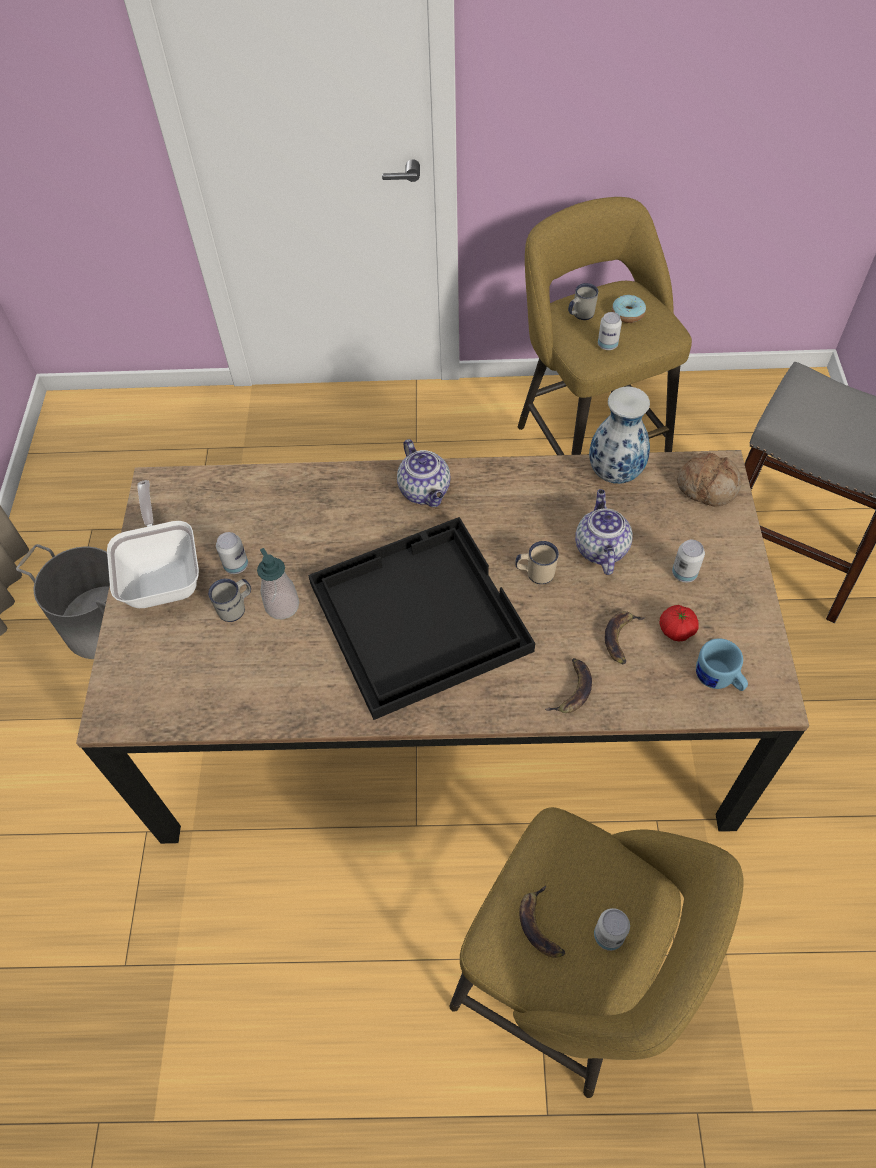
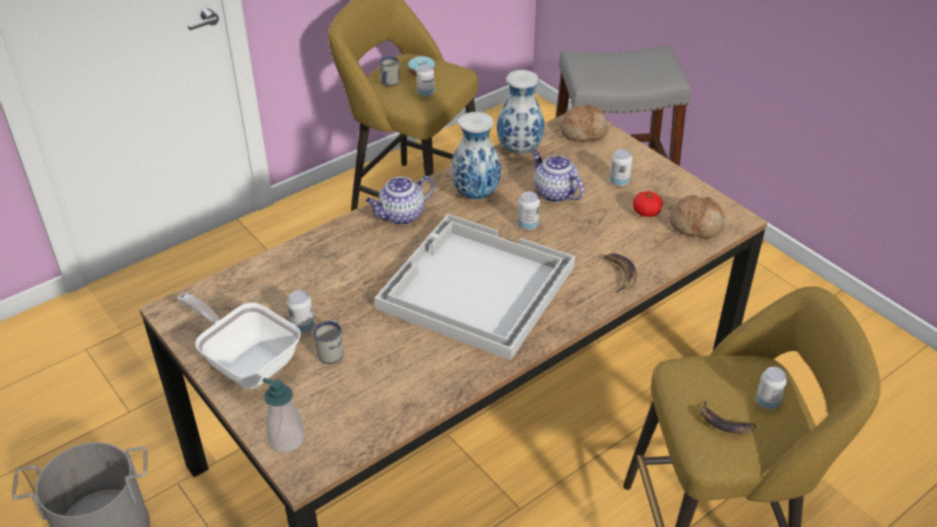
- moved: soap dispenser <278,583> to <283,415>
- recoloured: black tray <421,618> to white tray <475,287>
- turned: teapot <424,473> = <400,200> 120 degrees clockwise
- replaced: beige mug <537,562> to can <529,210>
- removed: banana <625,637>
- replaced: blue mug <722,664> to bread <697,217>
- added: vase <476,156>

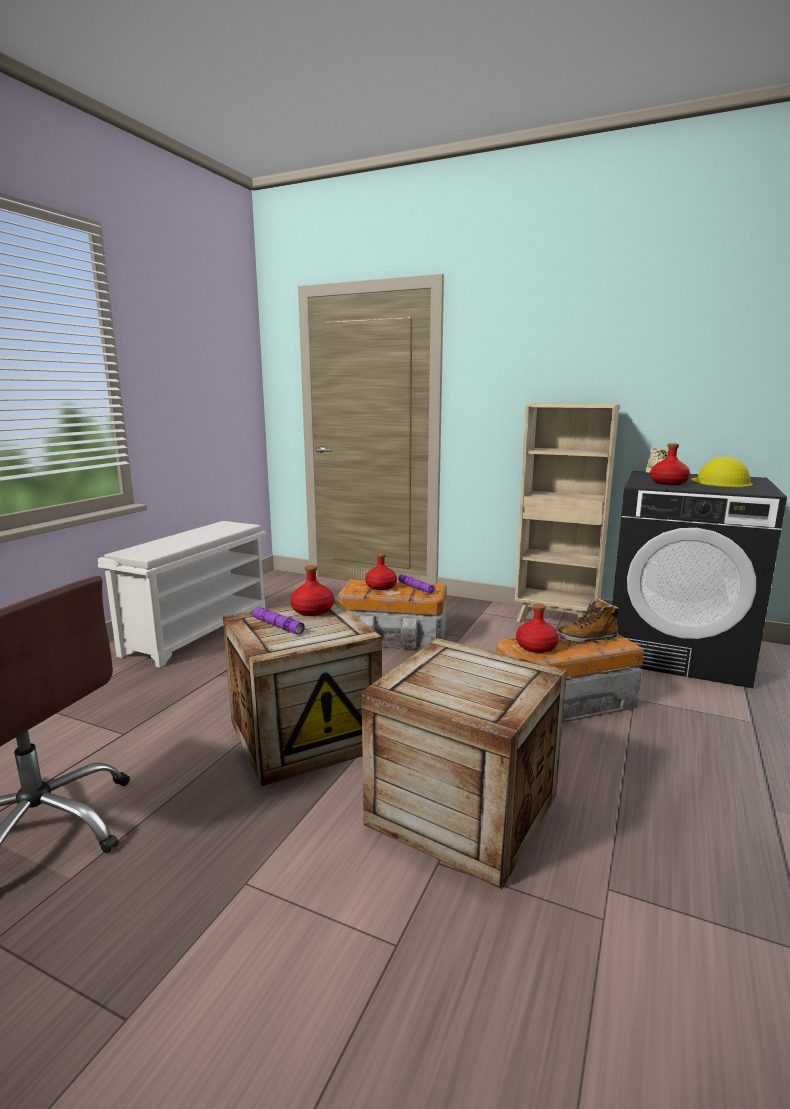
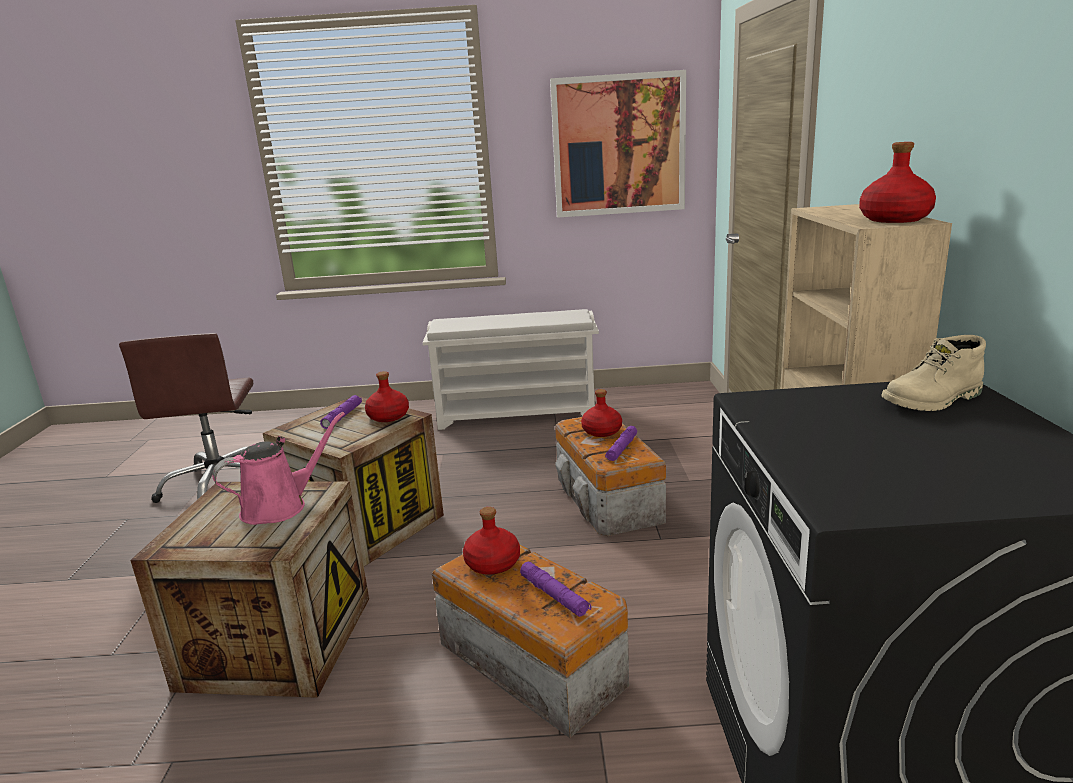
- replaced: boot <588,620> to purple flashlight <555,589>
- moved: red bottle <670,464> to <897,182>
- removed: yellow hard hat <722,472>
- added: pink watering can <278,468>
- added: picture <618,144>

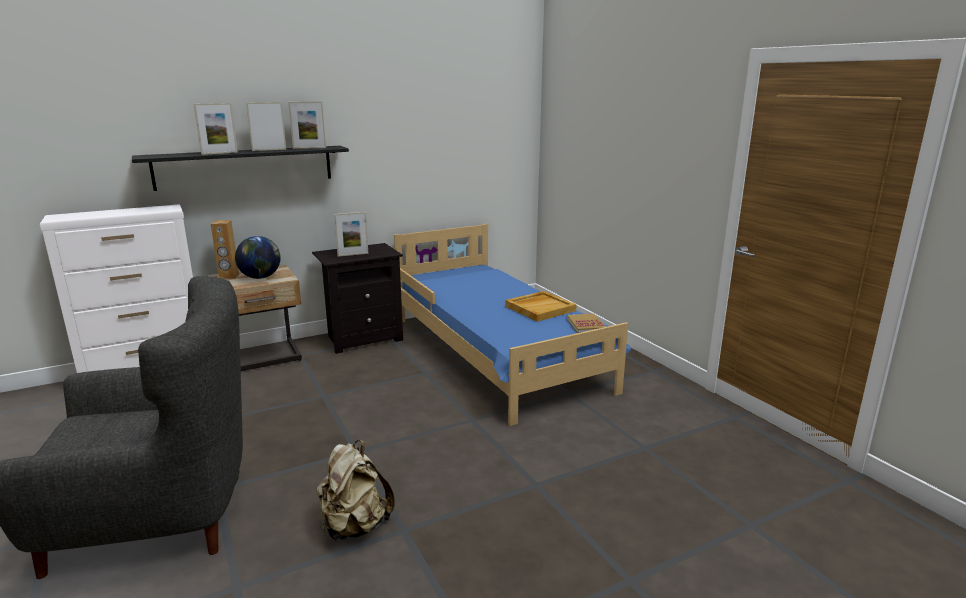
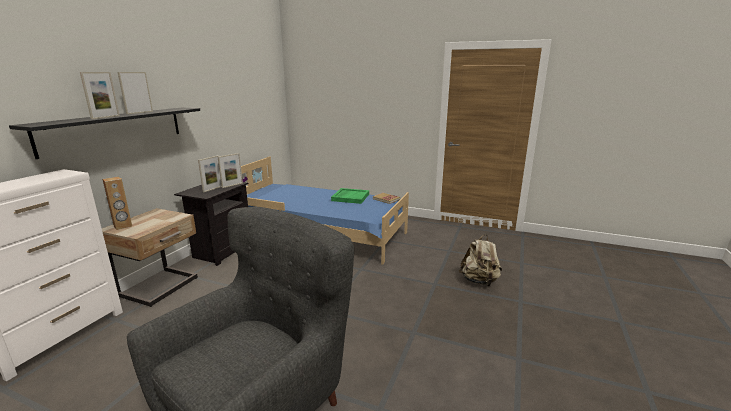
- removed: globe <257,257>
- moved: picture frame <307,125> to <230,170>
- moved: beige backpack <355,490> to <480,260>
- recoloured: beige tray <541,306> to green tray <350,196>

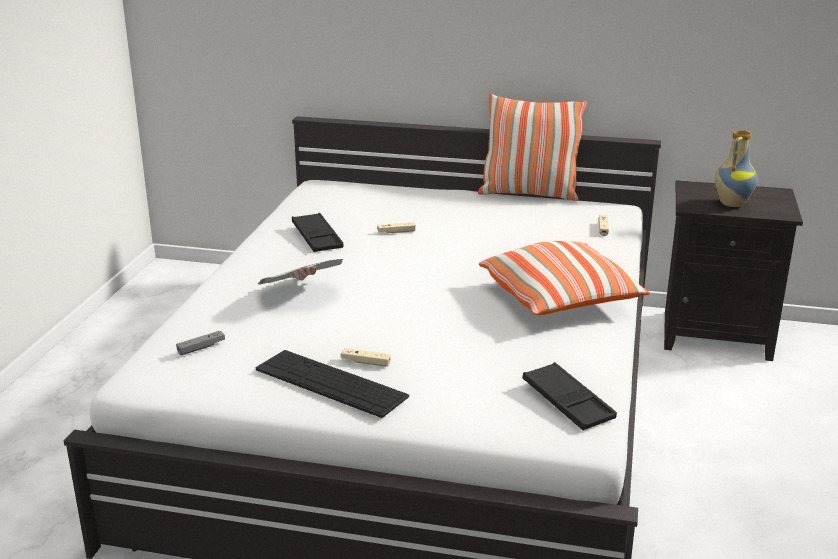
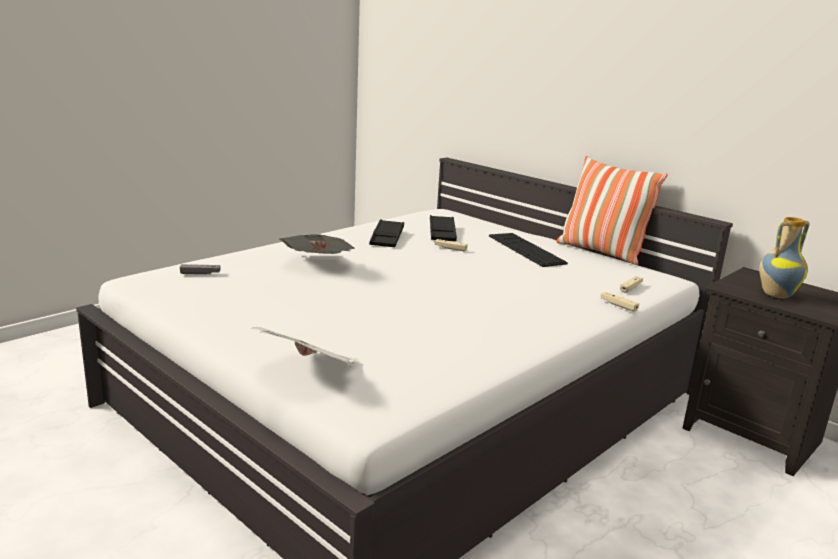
- moved: keyboard <332,384> to <528,250>
- moved: beige game controller <366,357> to <619,302>
- removed: pillow <564,278>
- moved: black tray <570,396> to <443,228>
- added: newspaper <304,345>

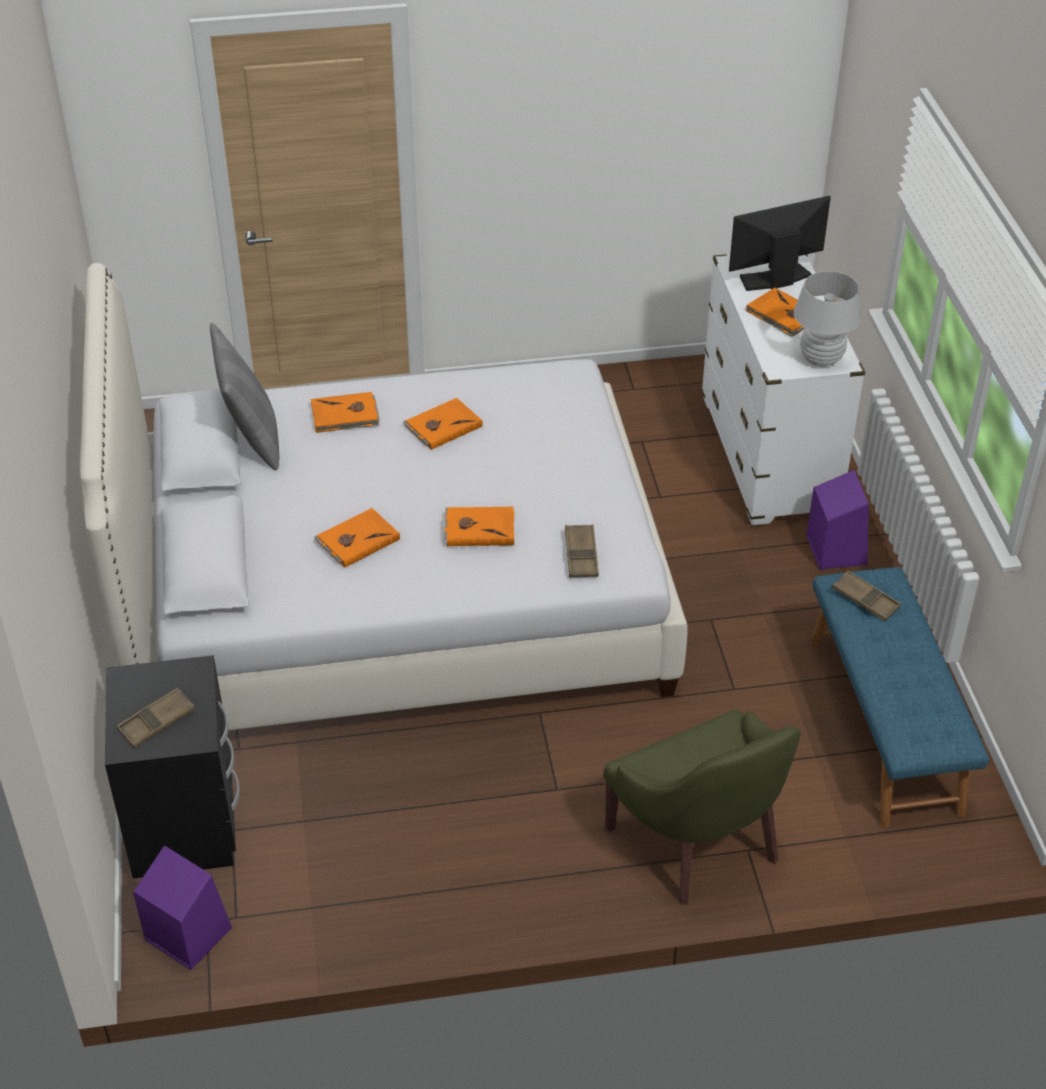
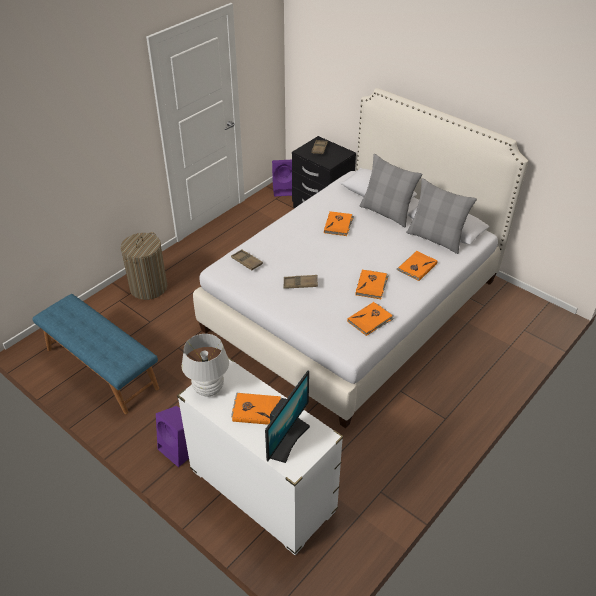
- moved: orange book <479,526> to <370,319>
- replaced: green armchair <702,807> to laundry basket <143,266>
- moved: brown tray <866,595> to <300,282>
- added: grey pillow <391,190>

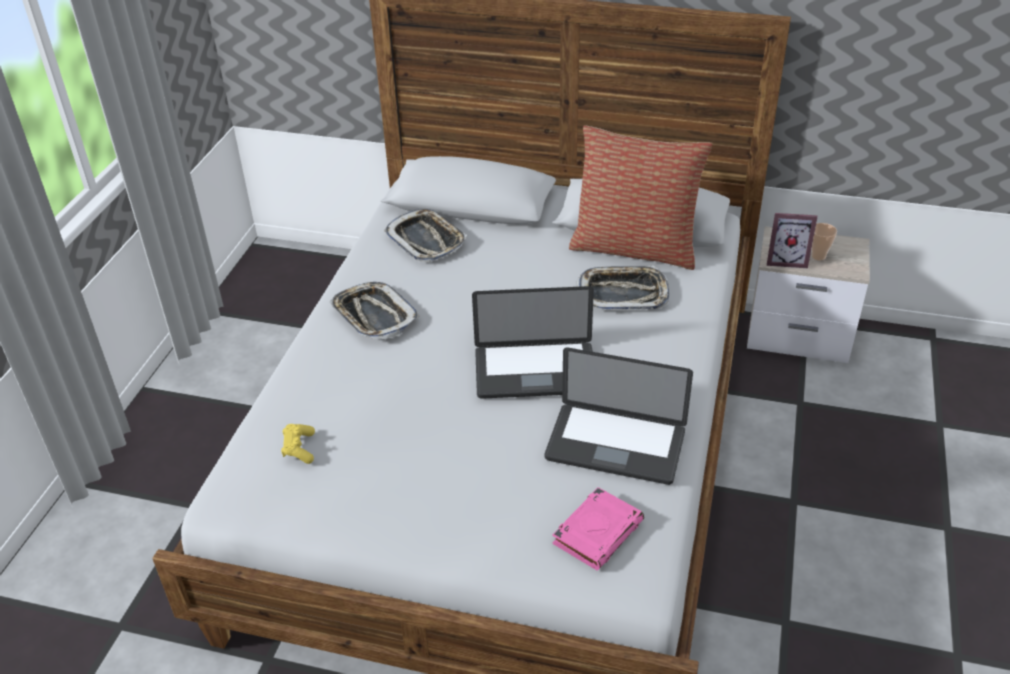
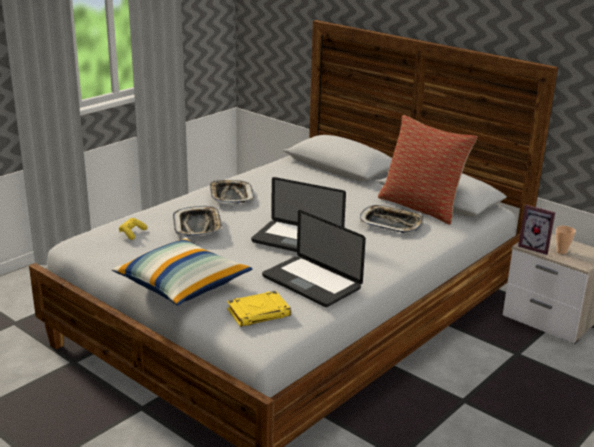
- moved: tray <425,235> to <198,221>
- recoloured: pink book <598,528> to yellow book <259,309>
- added: pillow <182,272>

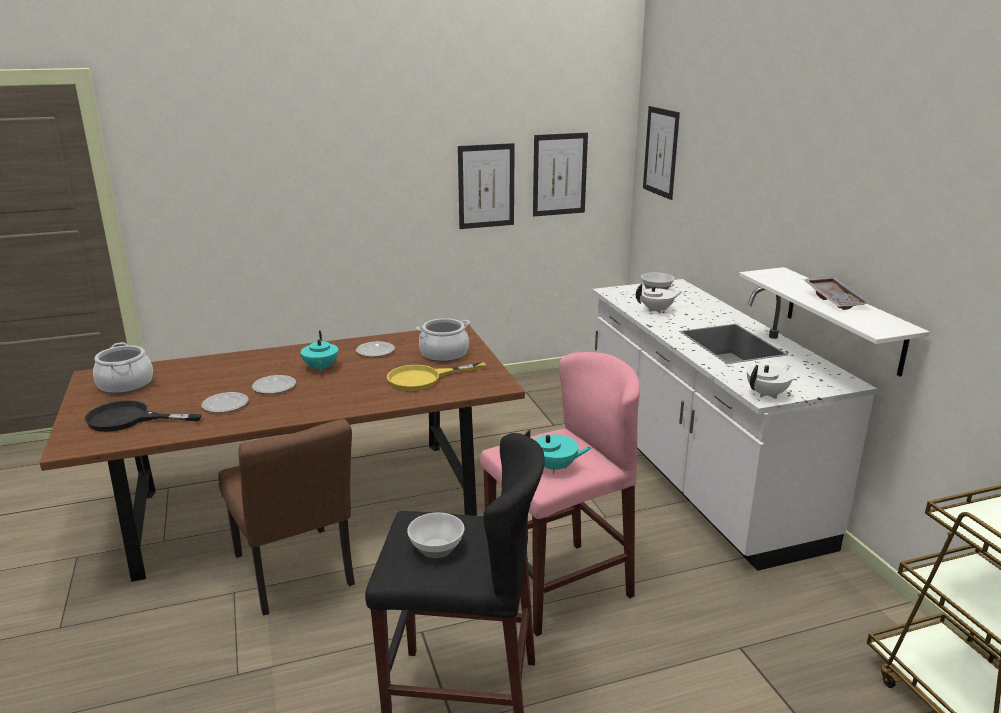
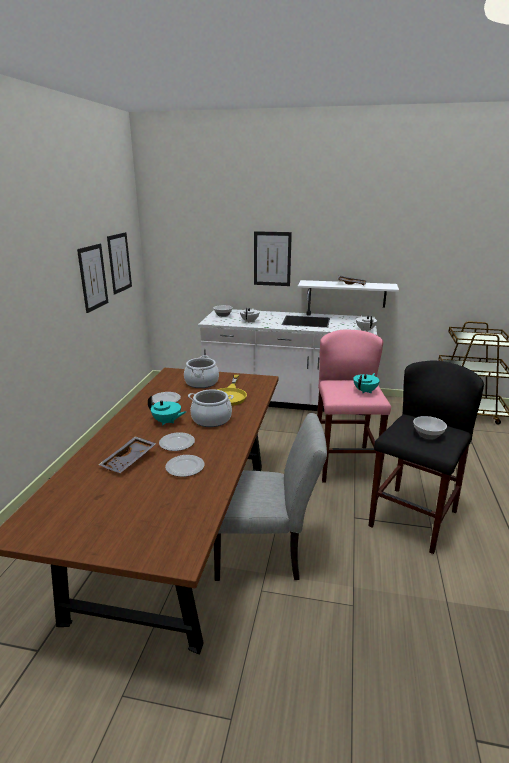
- removed: black frying pan <143,416>
- moved: cooking pot <123,368> to <211,408>
- recoloured: brown chair <286,517> to grey chair <270,497>
- moved: picture <661,153> to <273,258>
- added: grey tray <127,454>

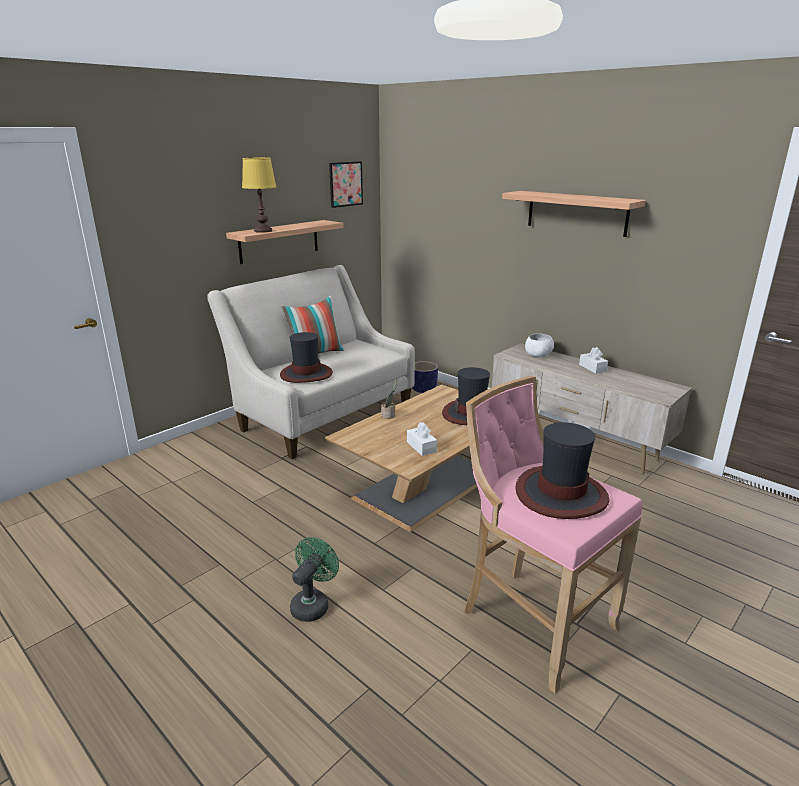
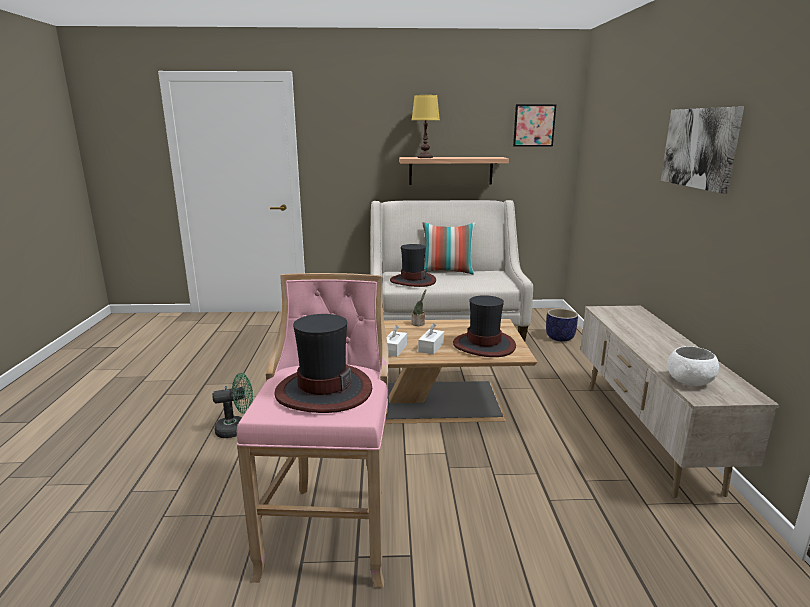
- replaced: shelf <574,214> to picture <702,150>
- moved: white bowl <539,346> to <693,366>
- moved: white tissue box <593,360> to <431,339>

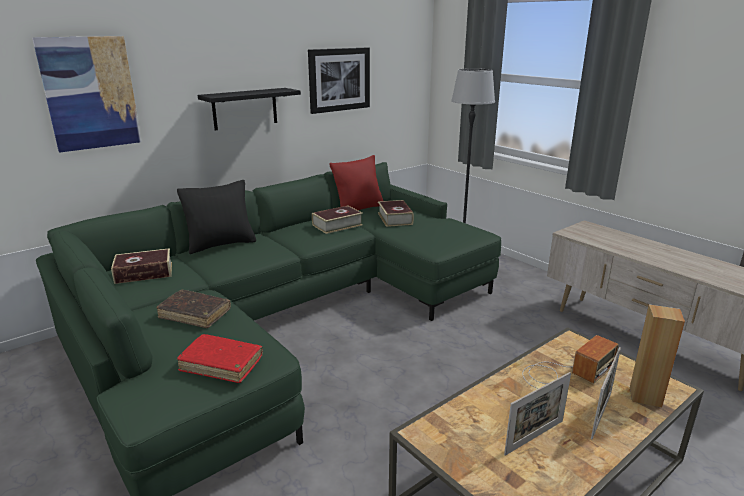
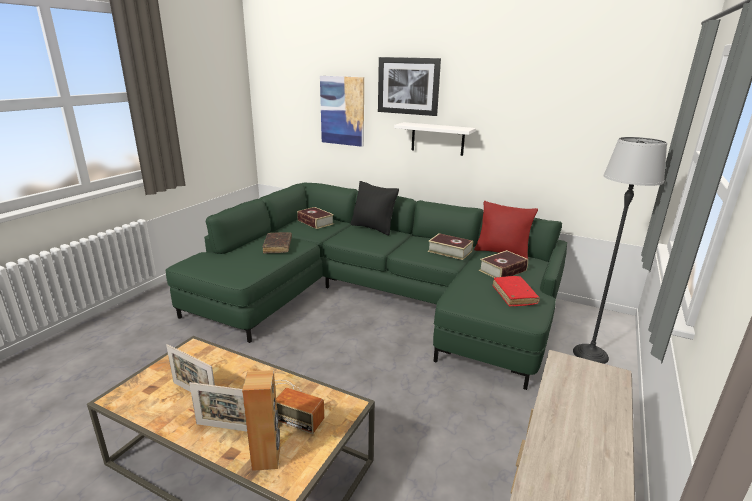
- moved: red book <220,358> to <516,291>
- recoloured: black shelf <249,109> to white shelf <435,139>
- moved: picture <339,80> to <409,86>

